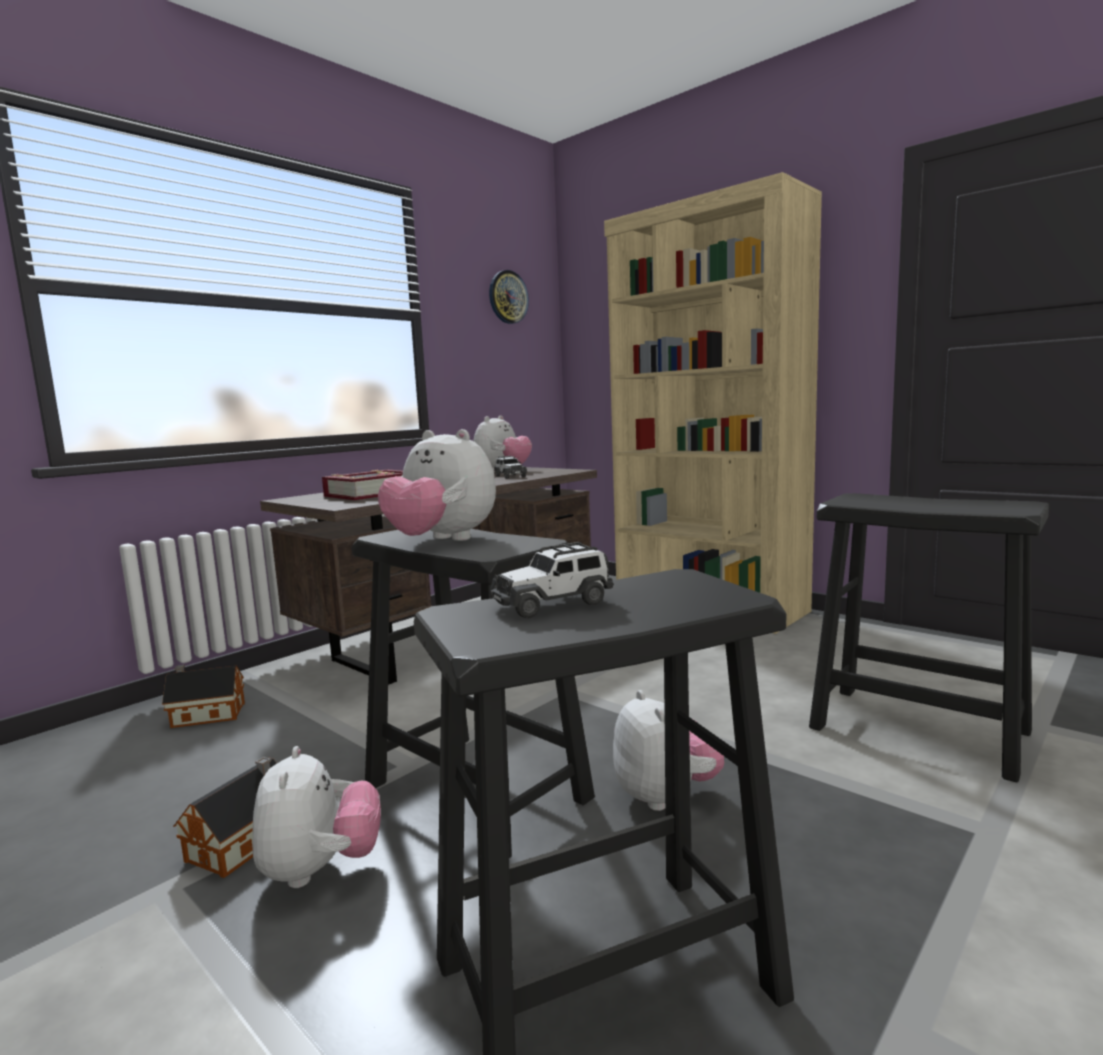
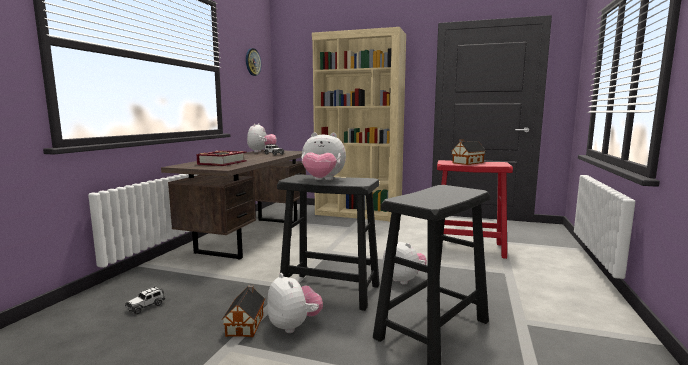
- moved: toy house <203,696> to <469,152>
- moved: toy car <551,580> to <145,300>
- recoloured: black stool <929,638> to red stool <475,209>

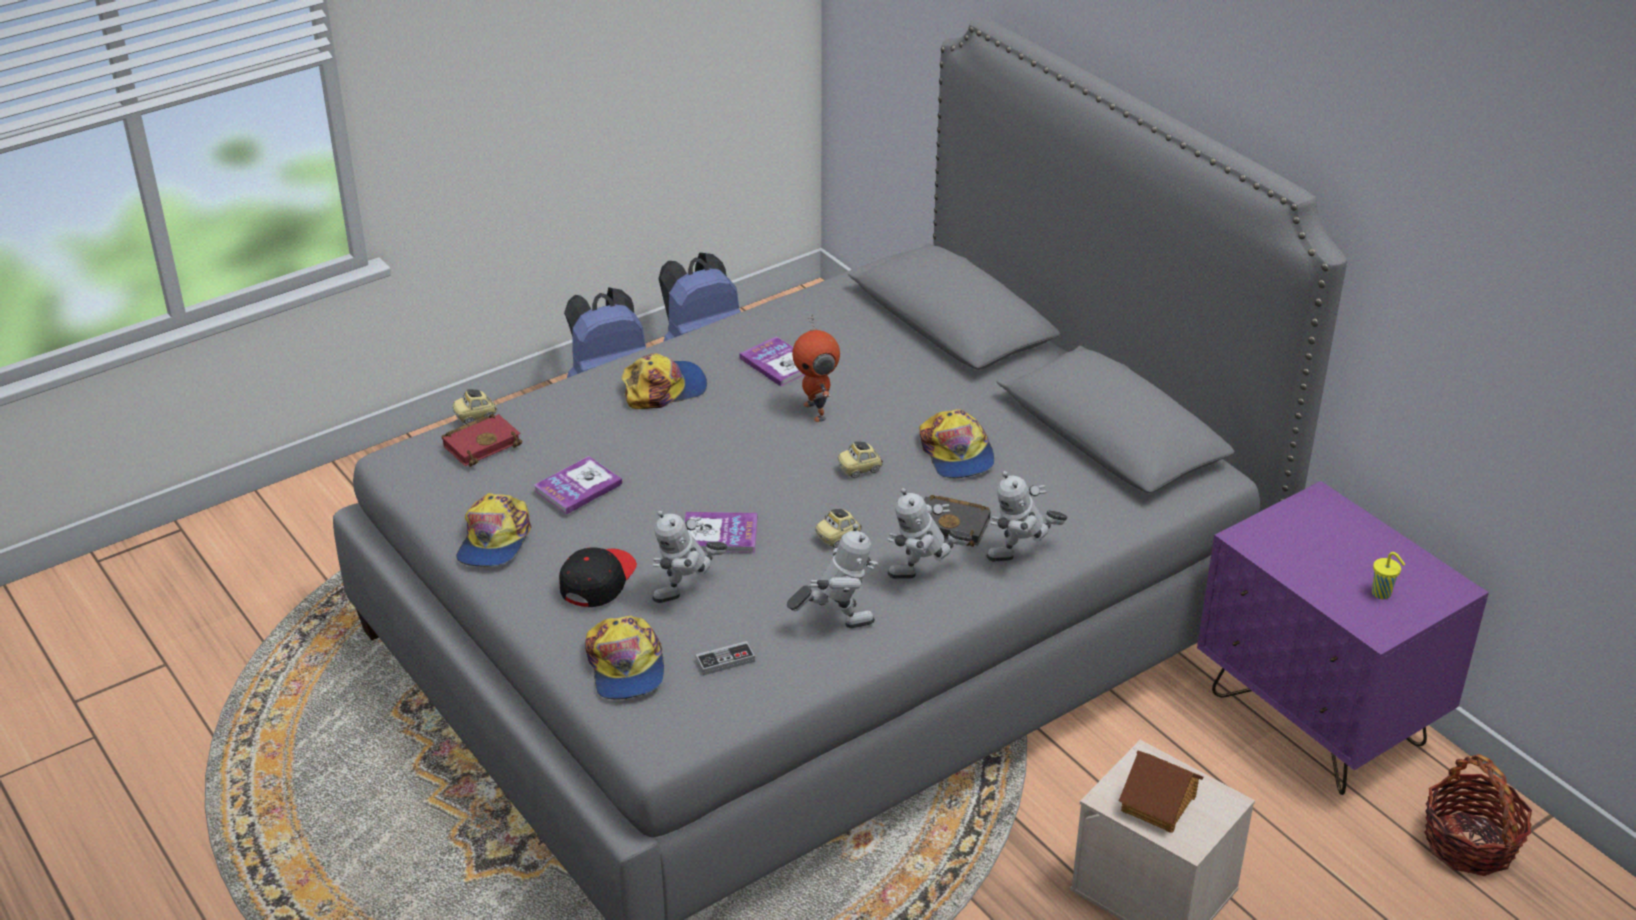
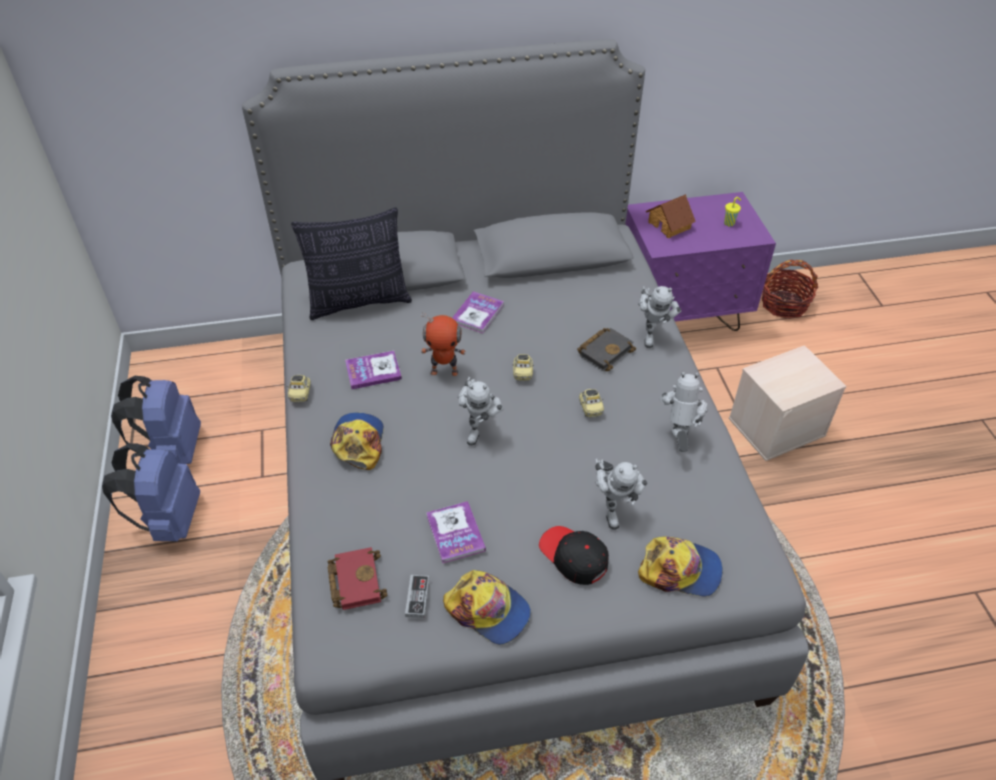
- moved: toy car <474,406> to <299,389>
- moved: book <721,532> to <478,312>
- moved: game controller <725,658> to <417,596>
- moved: toy robot <929,533> to <481,411>
- removed: cap <957,443>
- moved: toy house <1161,792> to <671,216>
- added: pillow <351,263>

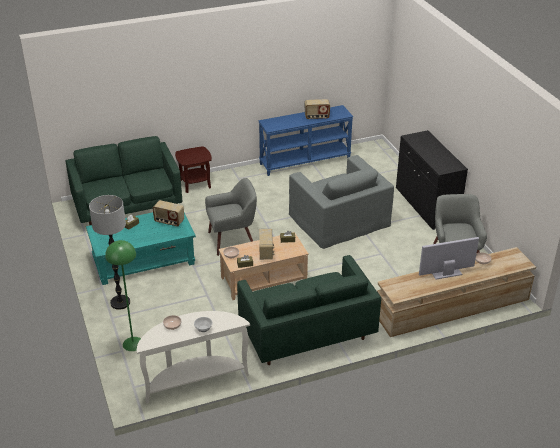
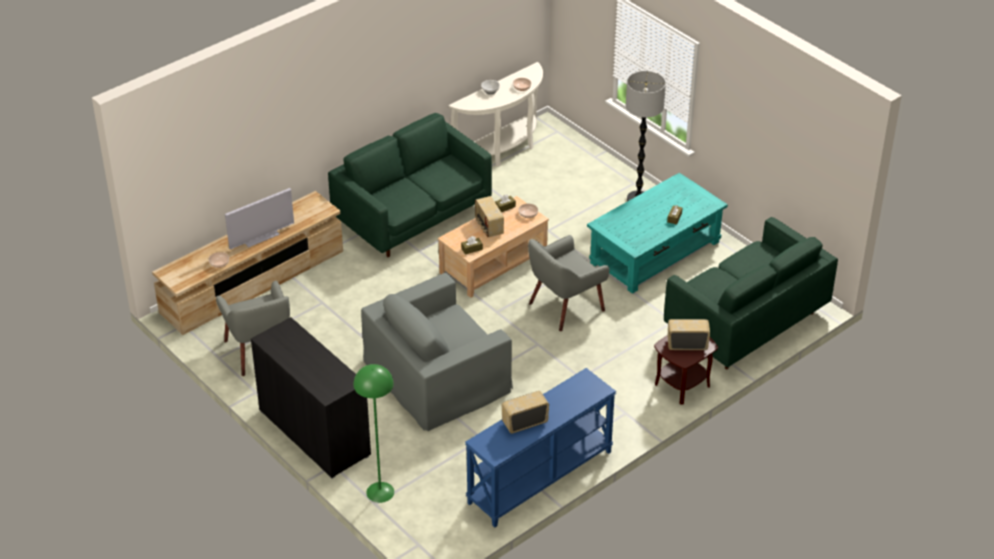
- moved: green floor lamp <123,295> to <374,433>
- moved: radio <168,213> to <689,334>
- turned: grey armchair <341,202> = <437,352> 75 degrees counterclockwise

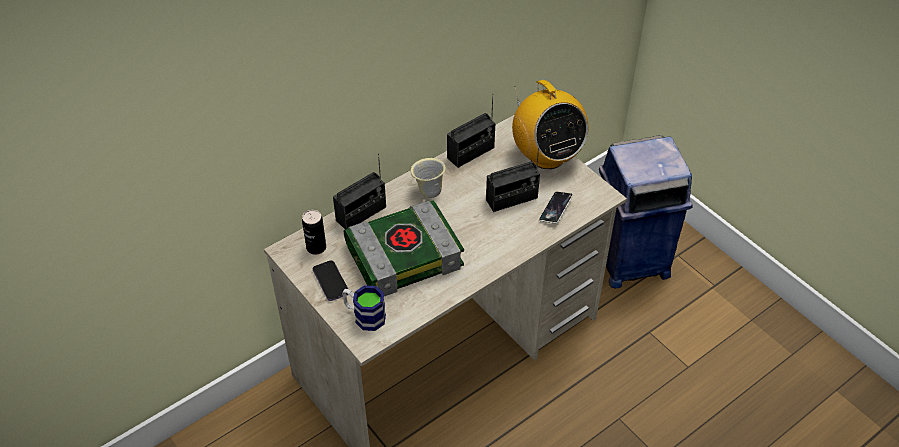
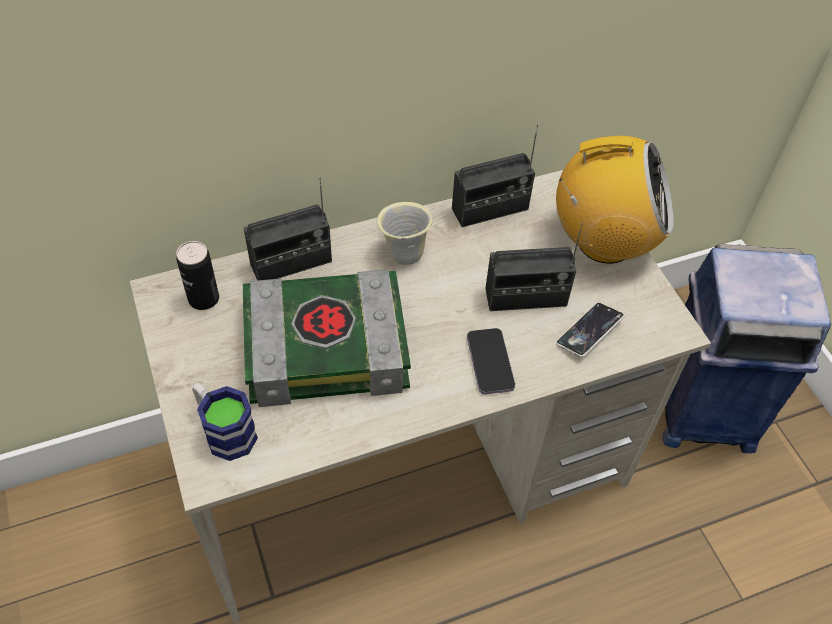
- moved: phone <330,280> to <491,361>
- turned: radio <550,124> = <615,200> 75 degrees counterclockwise

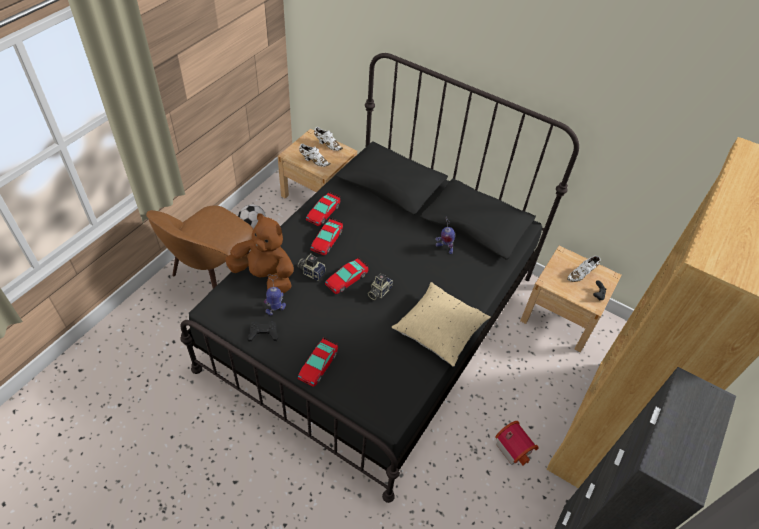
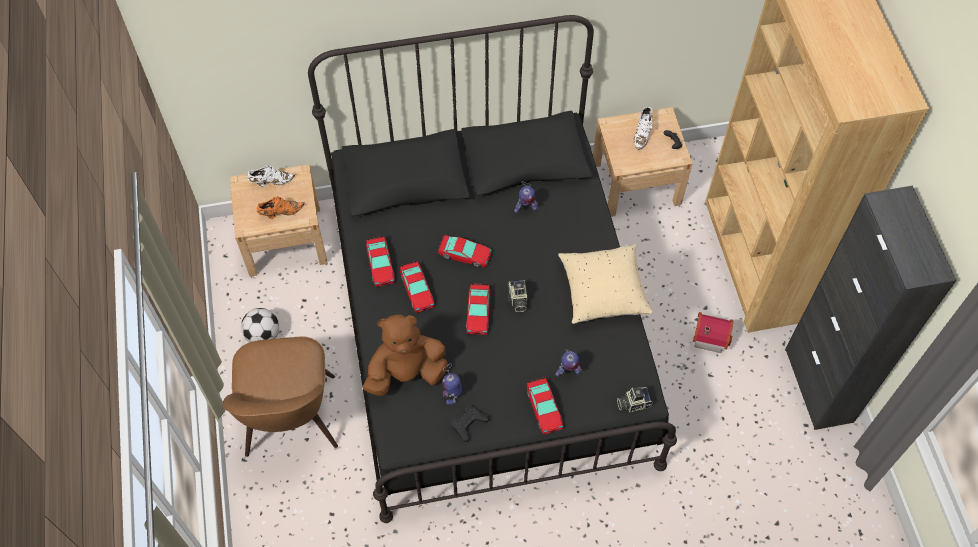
- moved: photo camera <312,267> to <635,399>
- recoloured: white shoe <315,155> to orange shoe <281,207>
- added: toy car <465,250>
- added: toy robot <568,363>

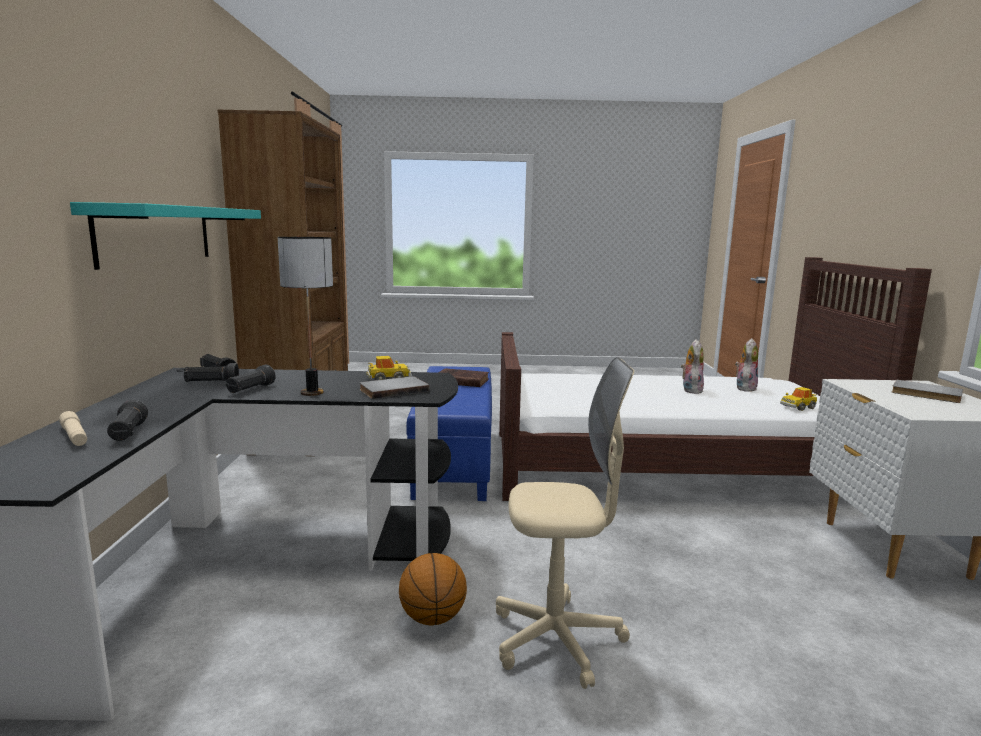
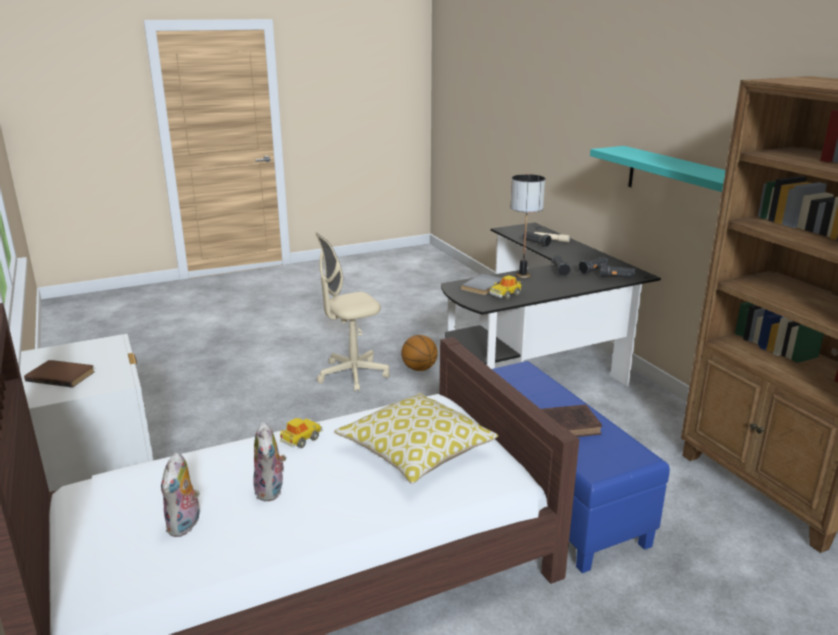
- moved: toy car <798,399> to <301,433>
- recoloured: grey book <927,391> to brown book <59,374>
- added: pillow <416,438>

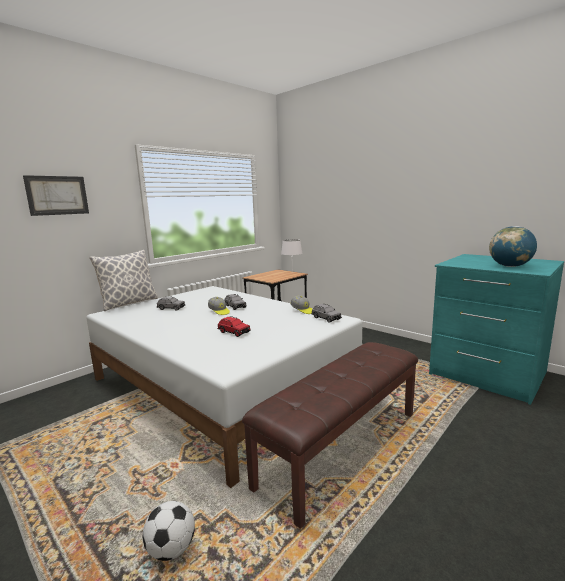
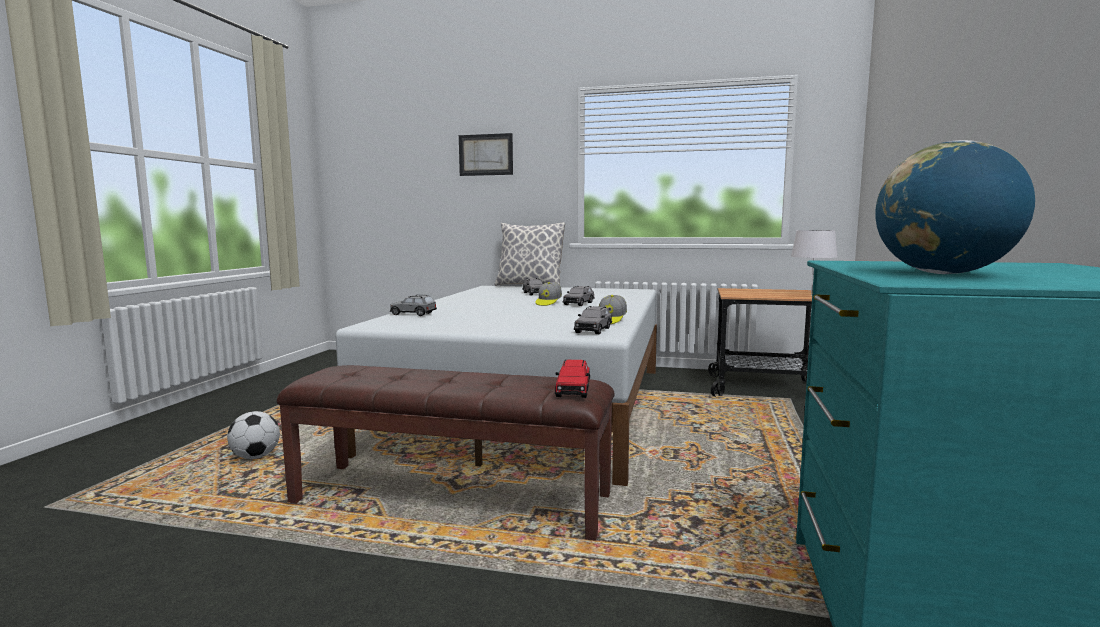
- moved: red toy car <234,326> to <572,379>
- added: grey toy car <413,305>

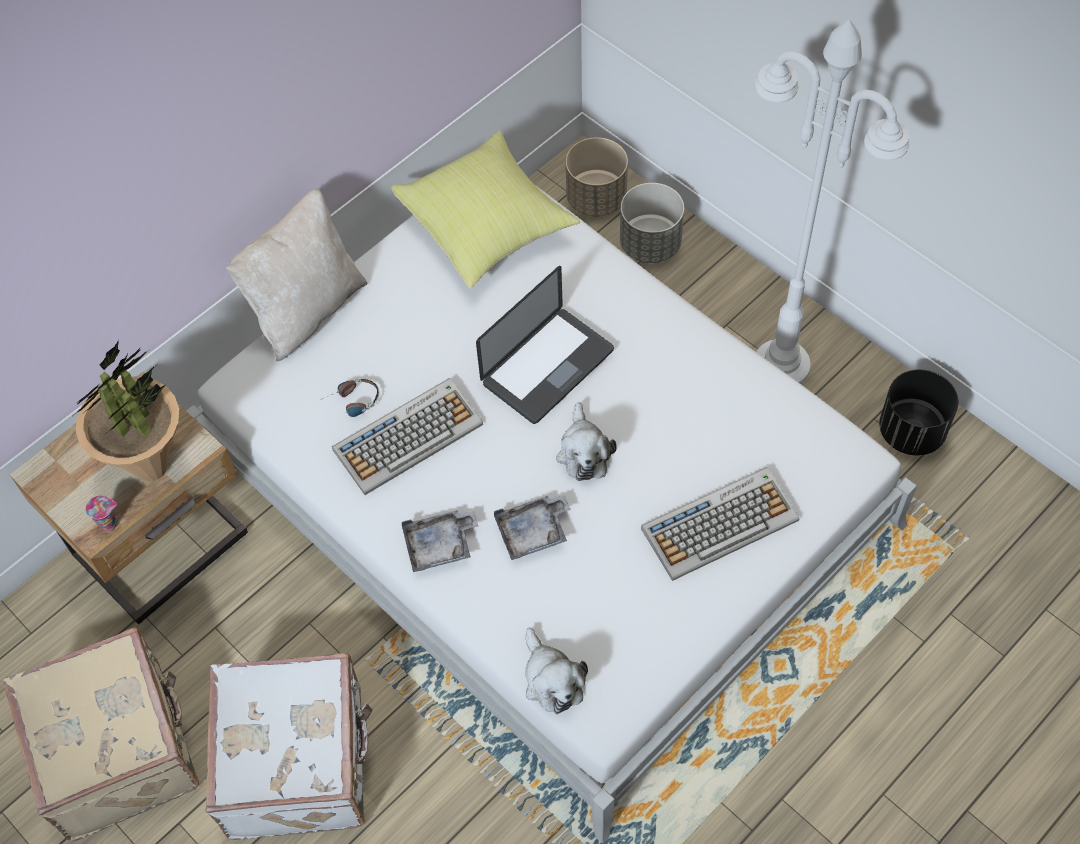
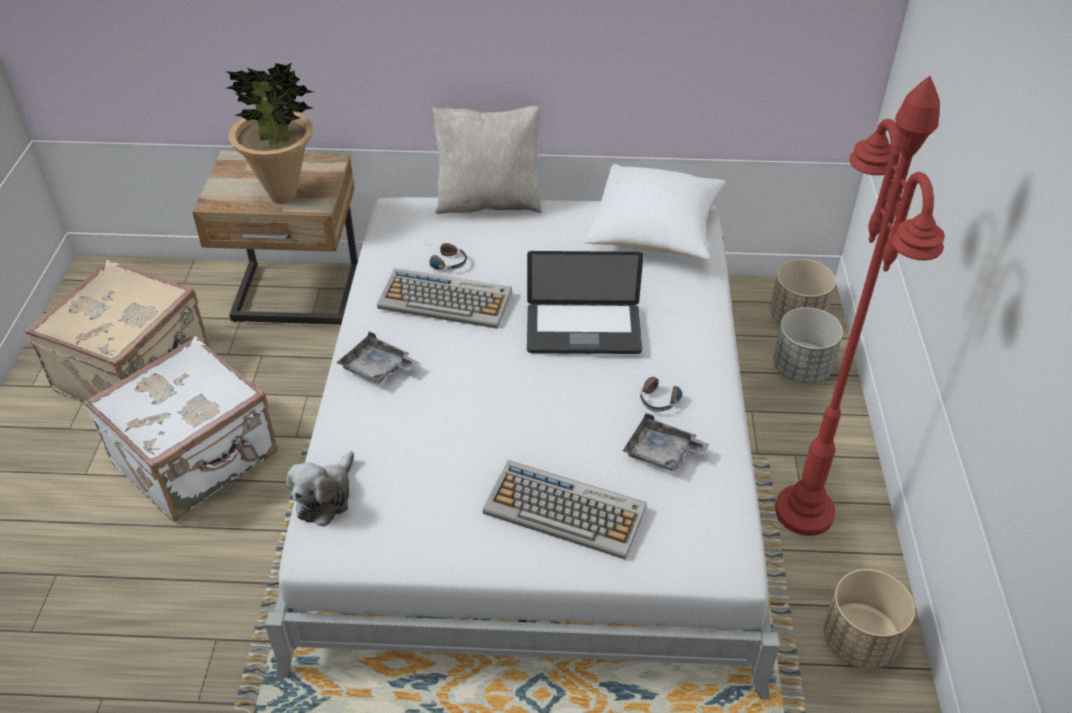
- removed: cup <101,513>
- recoloured: yellow pillow <485,209> to white pillow <655,212>
- moved: grey tray <532,527> to <666,442>
- removed: plush toy <586,441>
- recoloured: white floor lamp <832,201> to red floor lamp <860,306>
- recoloured: black planter <918,412> to beige planter <869,619>
- added: headphones <661,394>

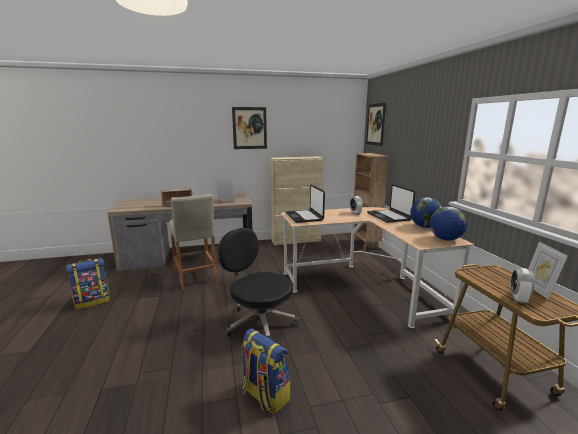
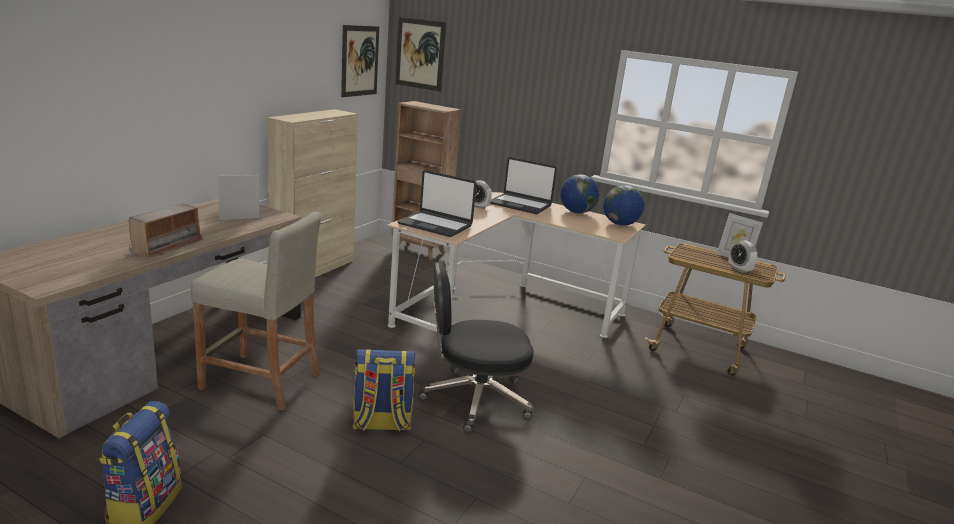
- moved: picture <249,128> to <360,61>
- moved: backpack <266,372> to <384,390>

